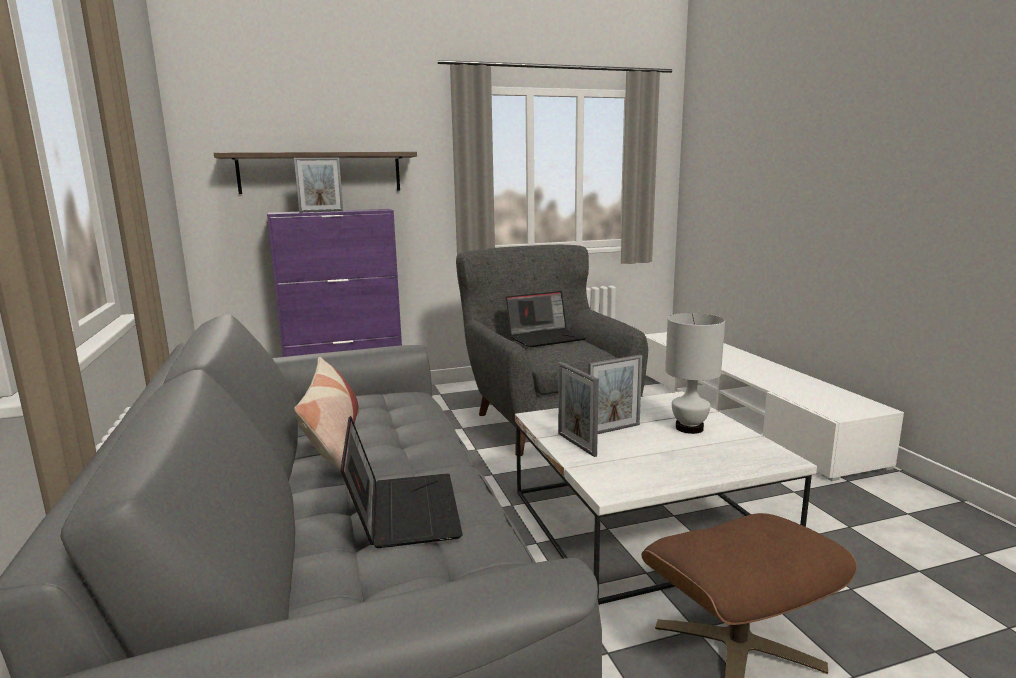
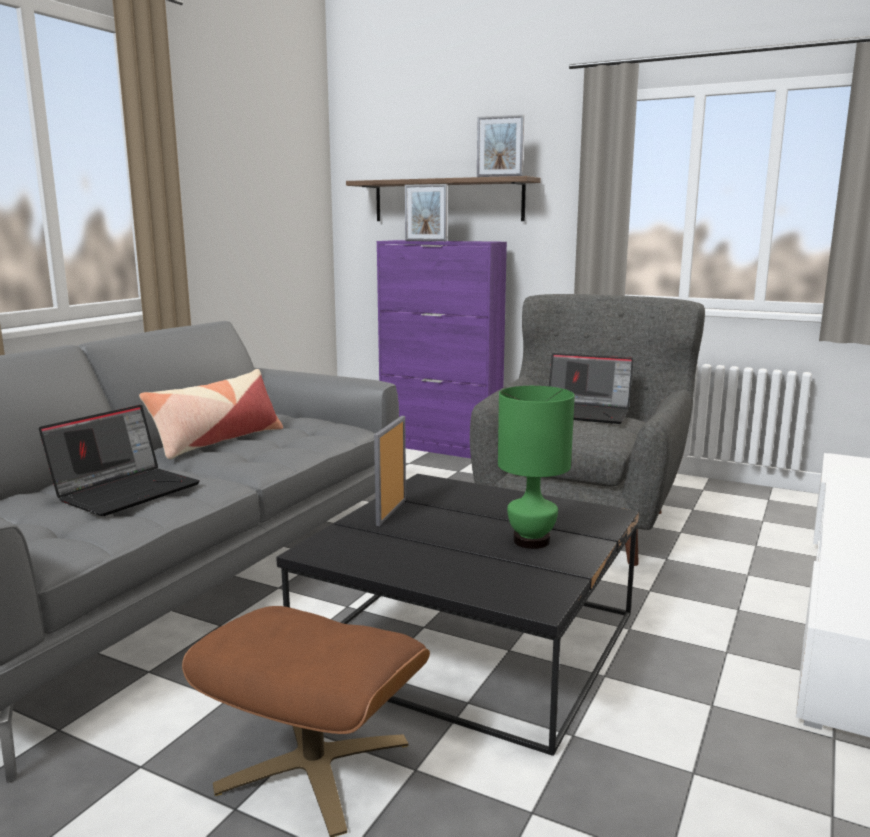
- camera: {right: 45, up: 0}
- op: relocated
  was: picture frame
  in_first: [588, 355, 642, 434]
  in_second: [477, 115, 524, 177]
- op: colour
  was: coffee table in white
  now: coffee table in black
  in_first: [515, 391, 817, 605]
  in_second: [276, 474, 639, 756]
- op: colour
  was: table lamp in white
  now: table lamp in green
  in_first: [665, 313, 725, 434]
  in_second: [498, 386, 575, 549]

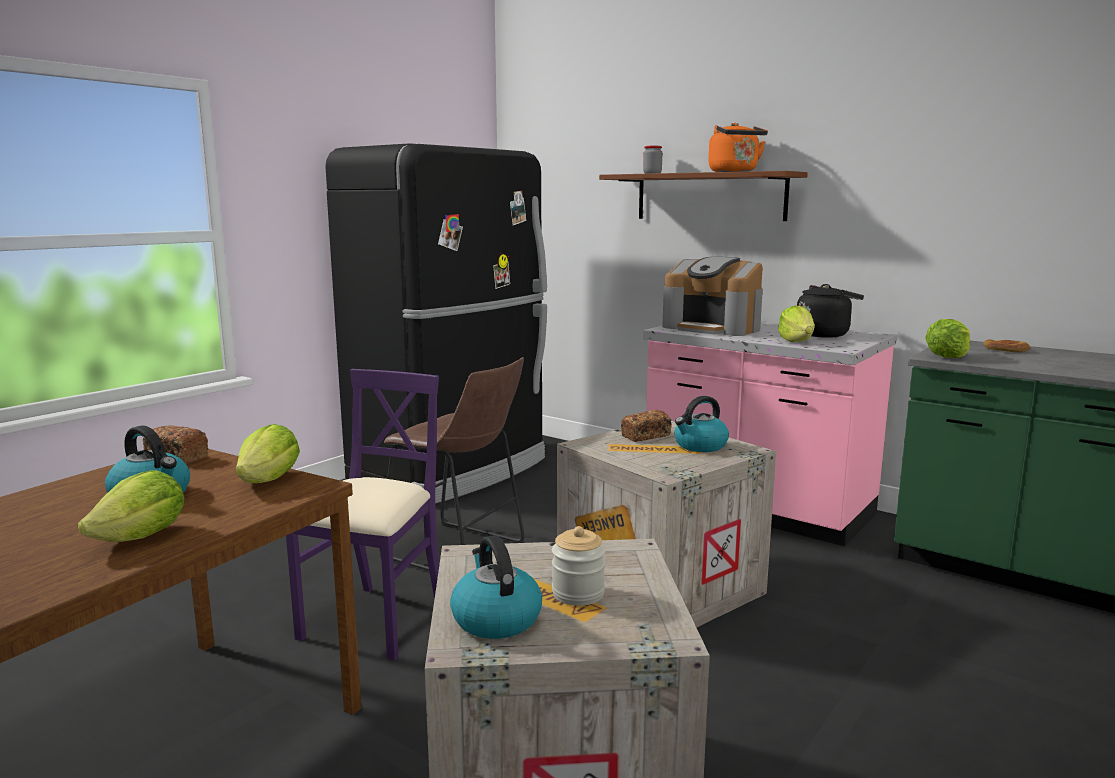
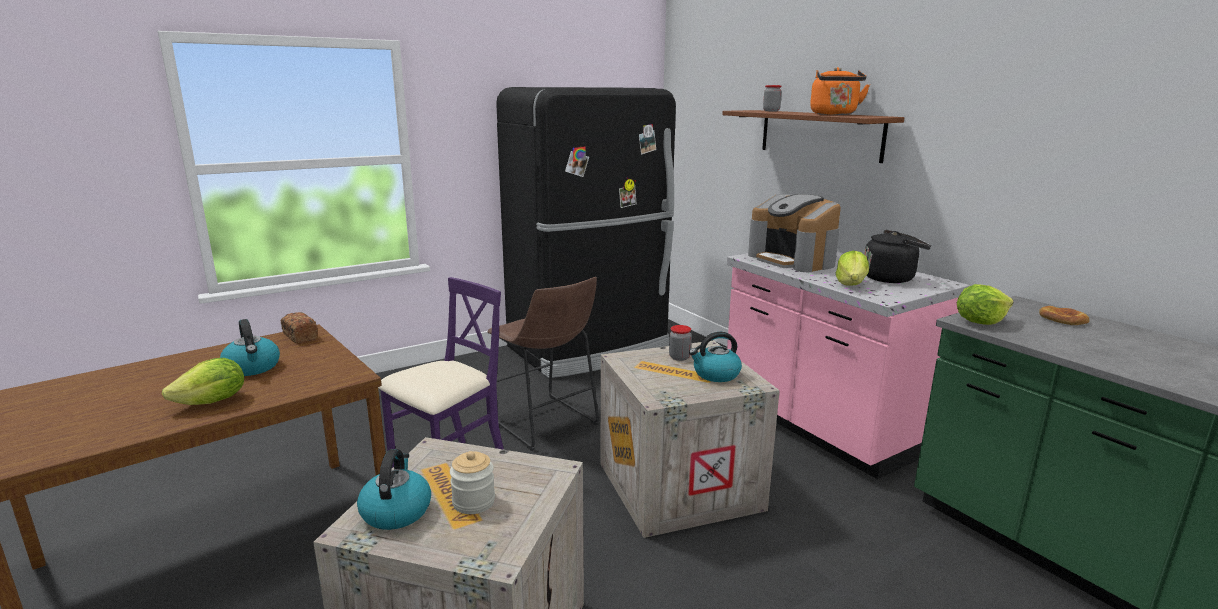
- camera: {right: 20, up: 5}
- op: missing
  was: lettuce
  in_first: [236, 424, 300, 483]
- op: exchanged
  was: bread
  now: jar
  in_first: [621, 410, 672, 442]
  in_second: [669, 325, 692, 361]

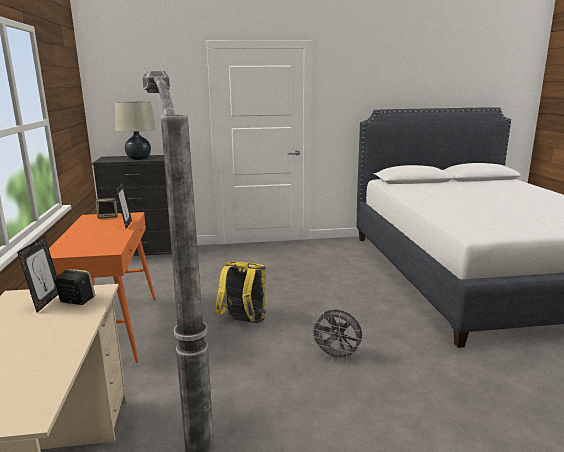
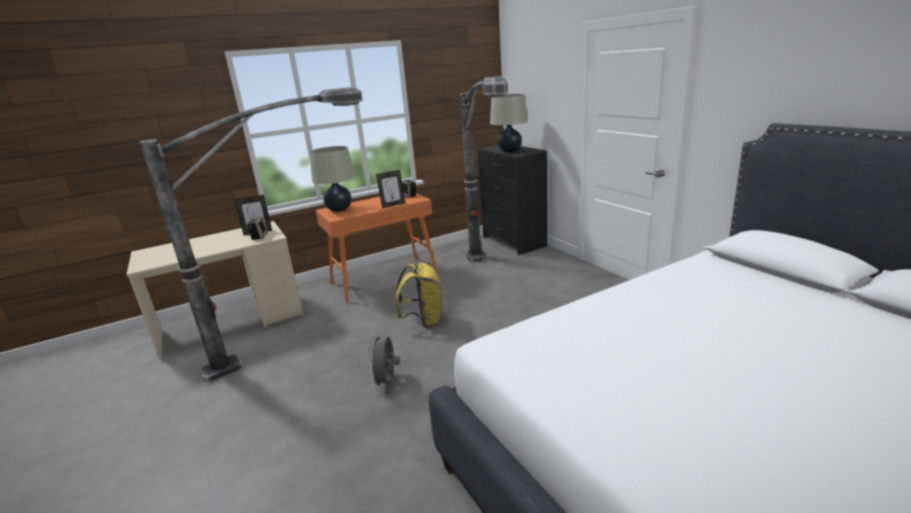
- camera: {right: 70, up: 5}
- op: appeared
  now: table lamp in beige
  in_second: [309, 146, 356, 212]
- op: appeared
  now: floor lamp
  in_second: [460, 76, 508, 262]

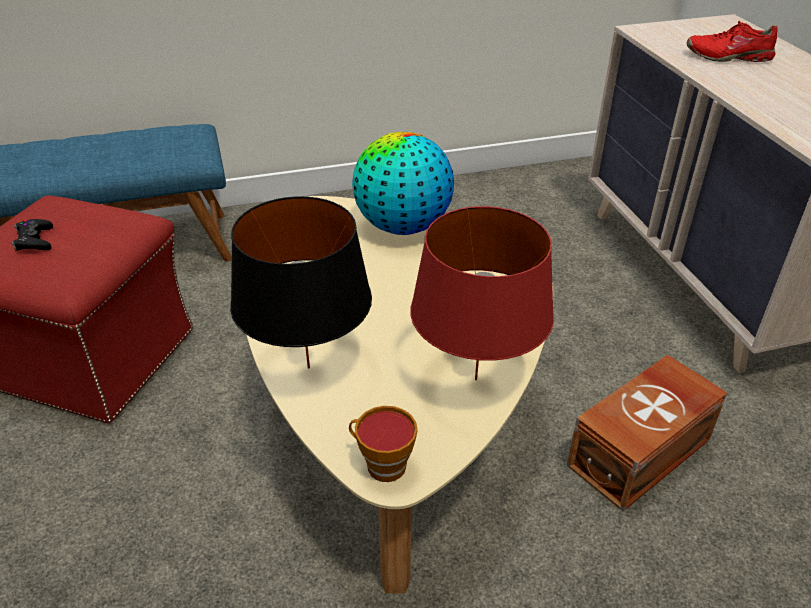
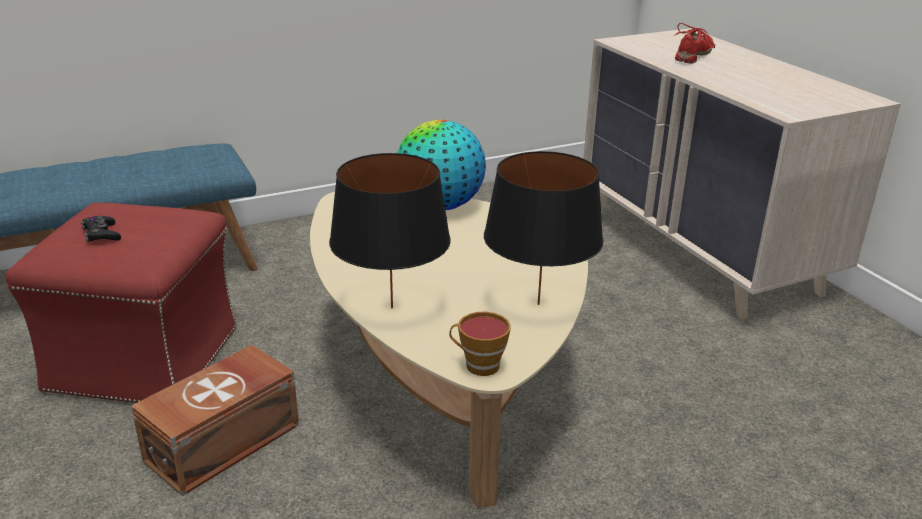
- camera: {right: -10, up: -10}
- op: relocated
  was: storage box in brown
  in_first: [567, 355, 728, 511]
  in_second: [131, 345, 299, 496]
- op: colour
  was: table lamp in red
  now: table lamp in black
  in_first: [410, 206, 554, 380]
  in_second: [484, 151, 603, 305]
- op: spun
  was: shoe in red
  in_first: [687, 21, 778, 62]
  in_second: [675, 23, 716, 64]
  clockwise: 120

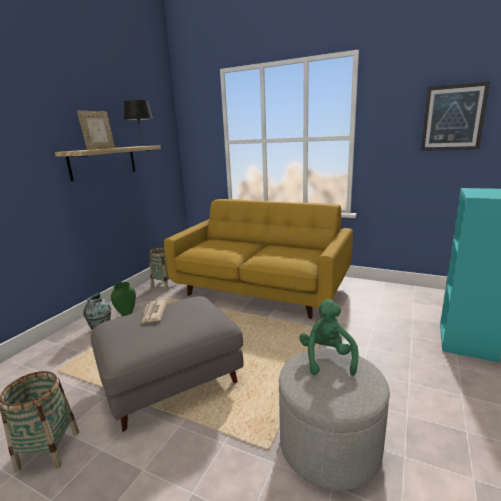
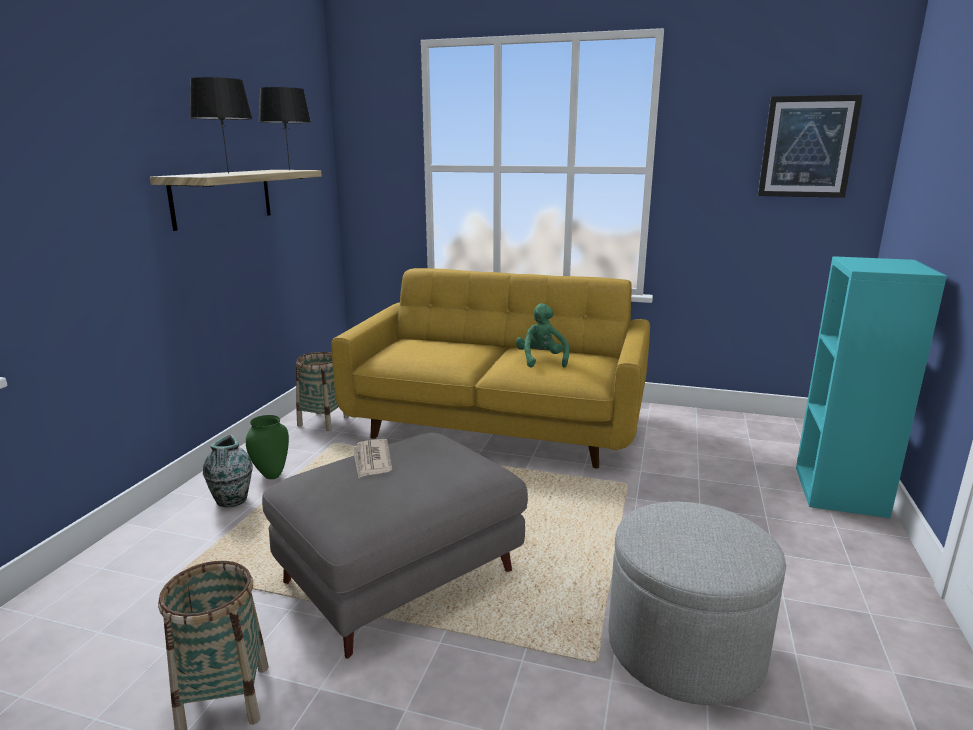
- camera: {right: -10, up: 0}
- op: relocated
  was: plush toy in green
  in_first: [299, 299, 359, 376]
  in_second: [516, 303, 569, 368]
- op: exchanged
  was: picture frame
  now: table lamp in black
  in_first: [77, 111, 115, 150]
  in_second: [190, 77, 252, 174]

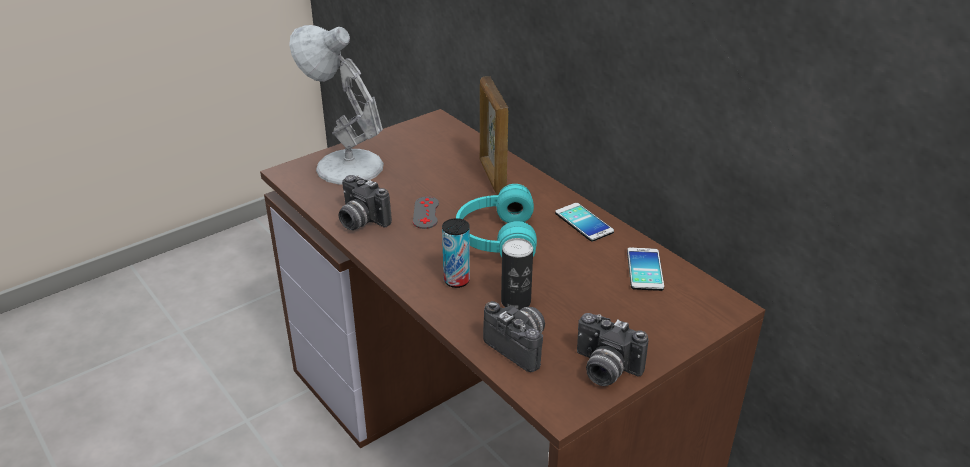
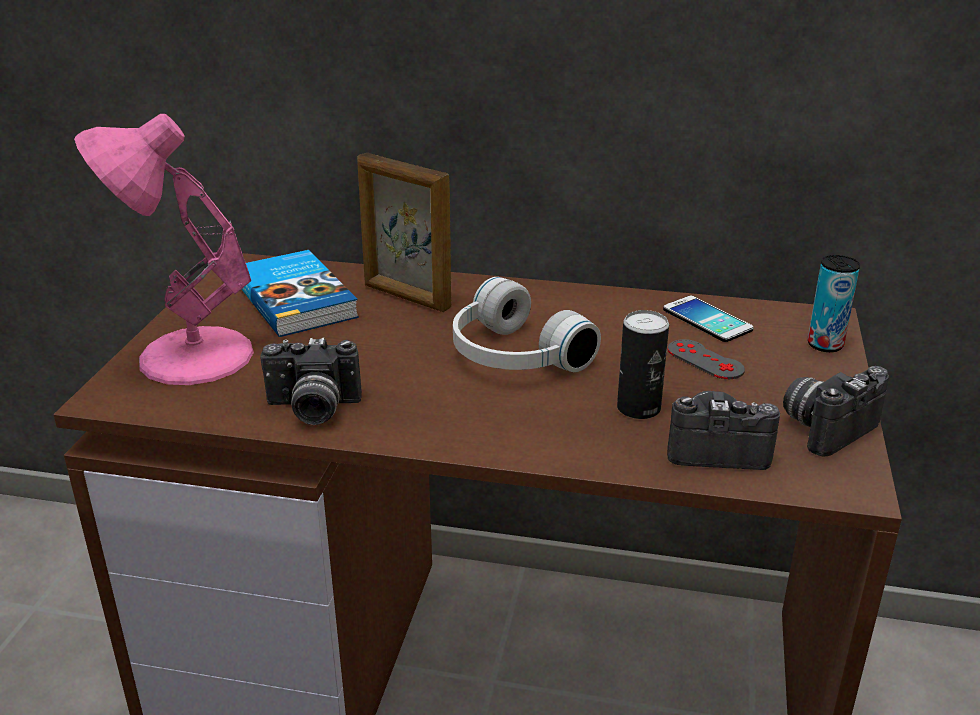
- camera: {right: -40, up: -5}
- op: missing
  was: phone
  in_first: [555, 203, 614, 242]
- op: appeared
  now: book
  in_second: [241, 250, 359, 337]
- op: relocated
  was: game controller in grey
  in_first: [413, 196, 439, 229]
  in_second: [668, 339, 745, 379]
- op: relocated
  was: can
  in_first: [442, 218, 470, 288]
  in_second: [808, 255, 860, 352]
- op: colour
  was: table lamp in white
  now: table lamp in pink
  in_first: [289, 25, 384, 185]
  in_second: [74, 114, 254, 385]
- op: colour
  was: headphones in turquoise
  now: headphones in white
  in_first: [456, 184, 537, 257]
  in_second: [453, 277, 601, 372]
- op: spun
  was: photo camera
  in_first: [577, 313, 649, 386]
  in_second: [783, 366, 889, 456]
  clockwise: 150

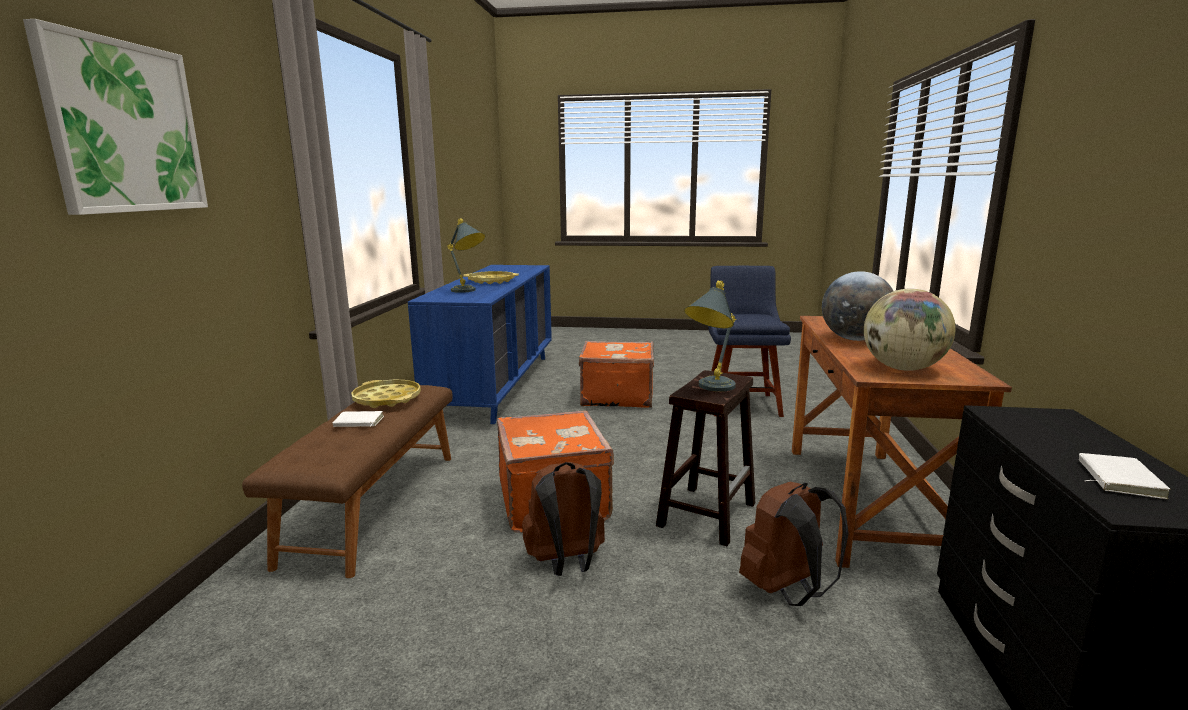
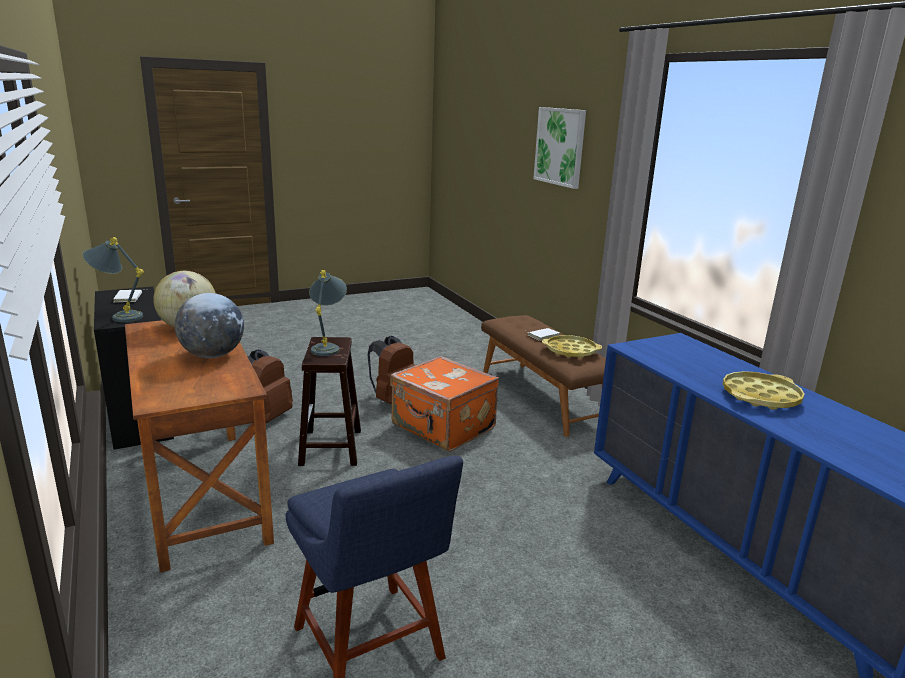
- camera: {right: 145, up: 5}
- op: missing
  was: suitcase in orange
  in_first: [579, 341, 654, 408]
- op: relocated
  was: table lamp in grey
  in_first: [448, 218, 485, 293]
  in_second: [82, 237, 144, 322]

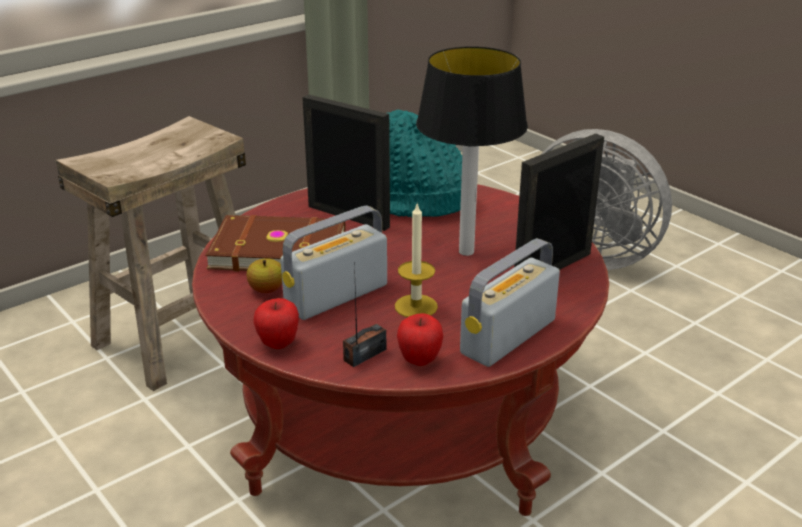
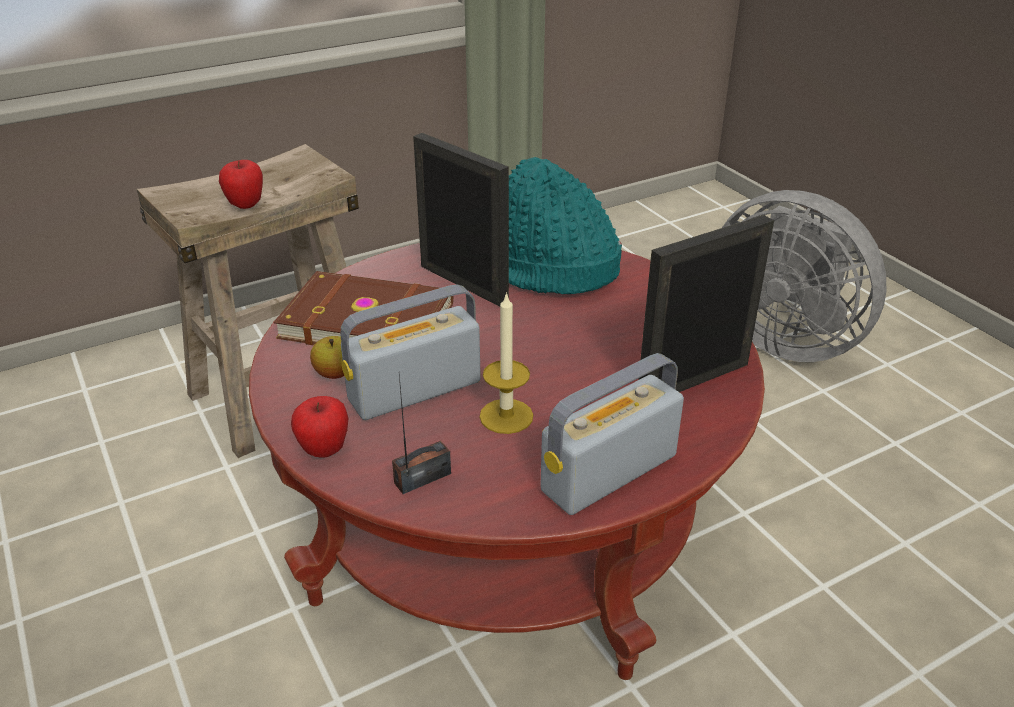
- camera: {right: 10, up: 5}
- op: missing
  was: table lamp
  in_first: [416, 46, 528, 256]
- op: relocated
  was: apple
  in_first: [397, 313, 443, 366]
  in_second: [219, 160, 263, 209]

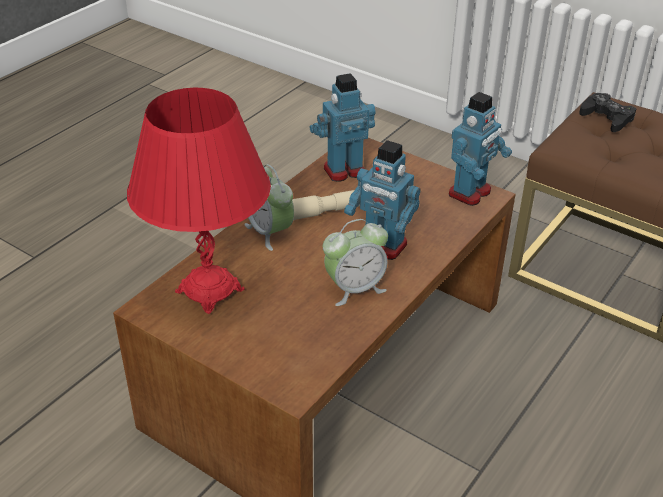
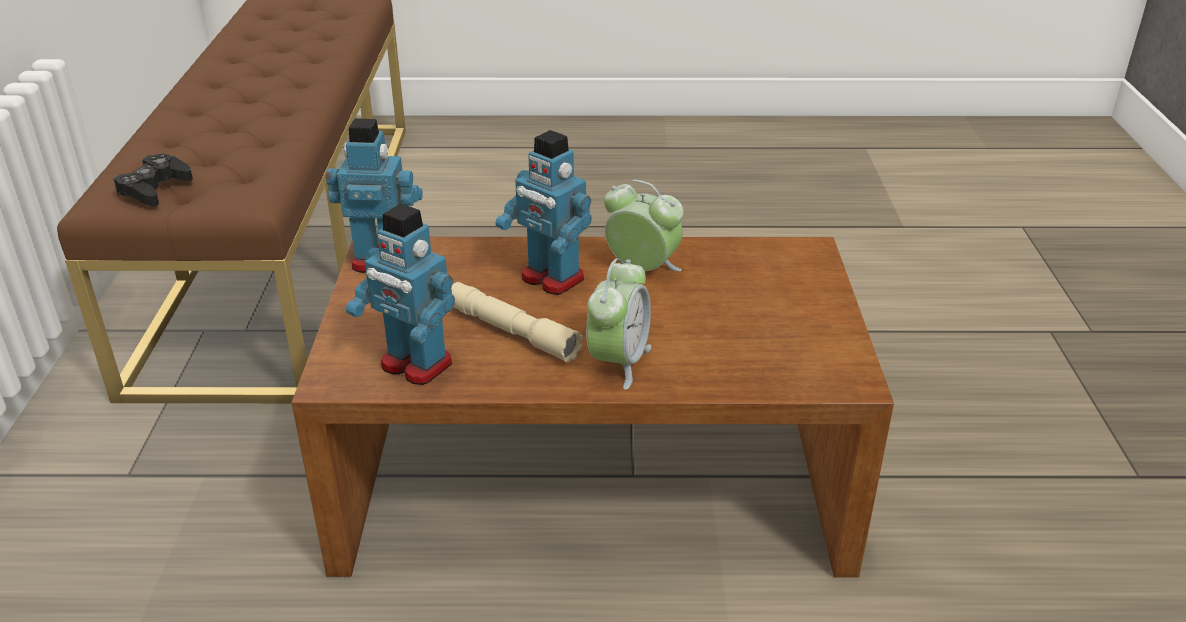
- camera: {right: -125, up: -5}
- op: missing
  was: table lamp in red
  in_first: [127, 88, 271, 314]
- op: spun
  was: toy robot
  in_first: [344, 140, 421, 260]
  in_second: [496, 130, 592, 295]
  clockwise: 135

